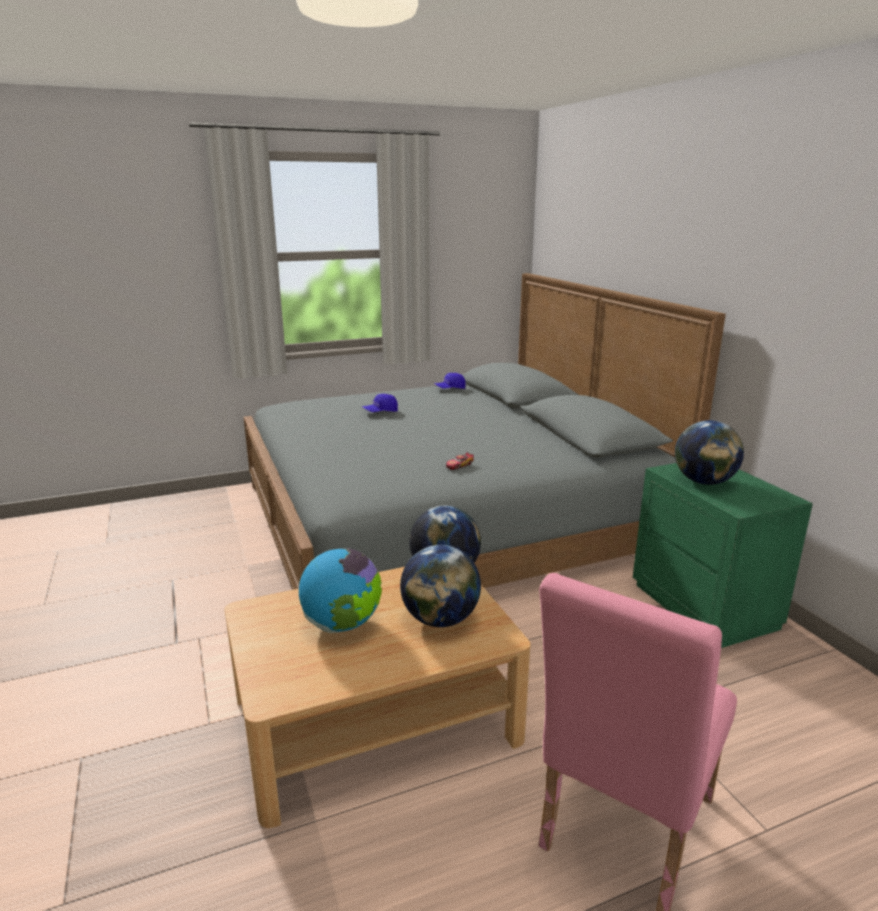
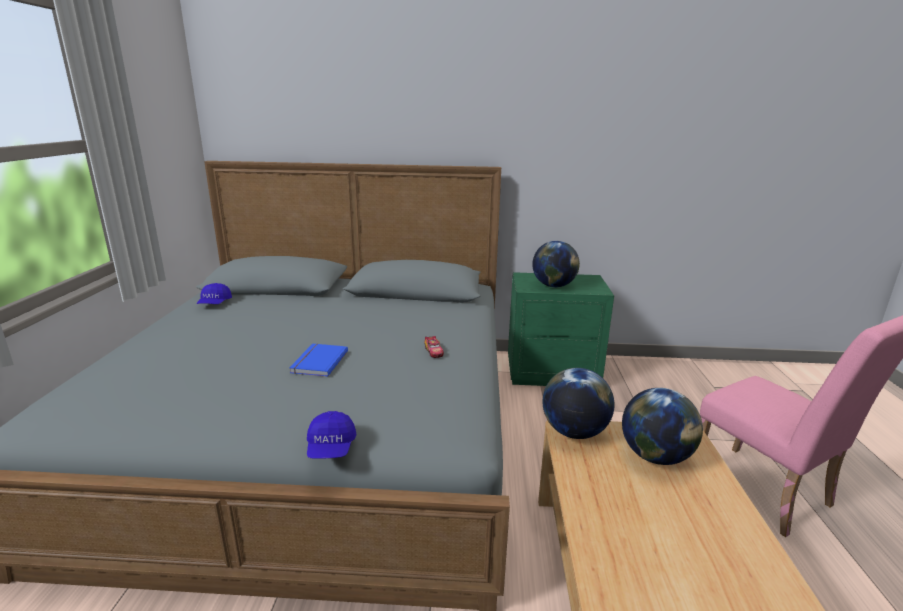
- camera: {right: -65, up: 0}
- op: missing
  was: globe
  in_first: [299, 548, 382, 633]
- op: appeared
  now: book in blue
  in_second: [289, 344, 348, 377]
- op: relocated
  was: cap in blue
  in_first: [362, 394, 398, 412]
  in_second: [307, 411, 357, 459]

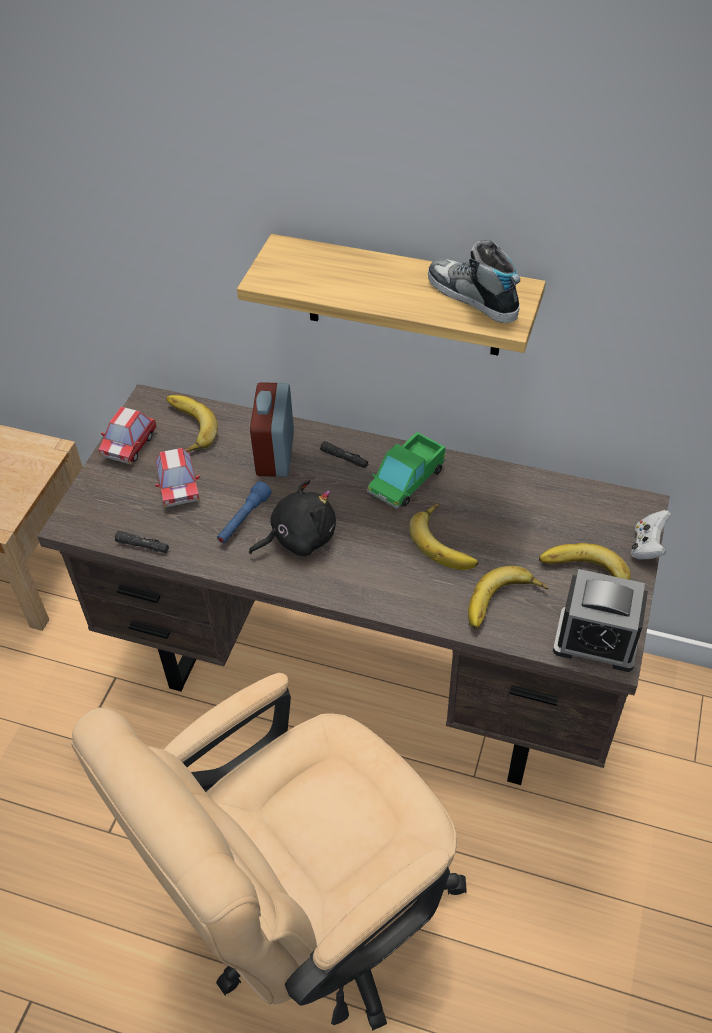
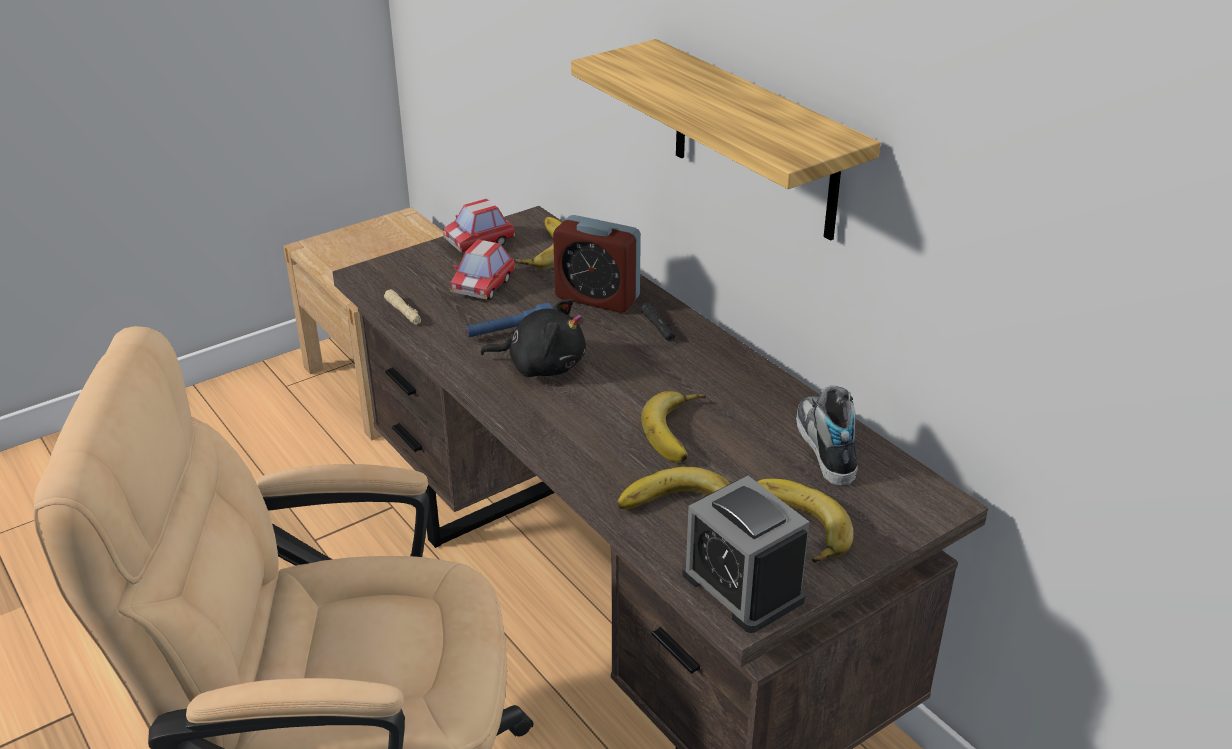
- camera: {right: 35, up: -15}
- op: missing
  was: toy truck
  in_first: [367, 432, 446, 509]
- op: missing
  was: game controller in white
  in_first: [631, 510, 671, 560]
- op: relocated
  was: shoe
  in_first: [428, 240, 520, 323]
  in_second: [796, 386, 858, 486]
- op: colour
  was: flashlight in black
  now: flashlight in beige
  in_first: [115, 531, 169, 553]
  in_second: [384, 289, 421, 325]
- op: spun
  was: alarm clock
  in_first: [250, 382, 294, 477]
  in_second: [553, 215, 641, 313]
  clockwise: -105

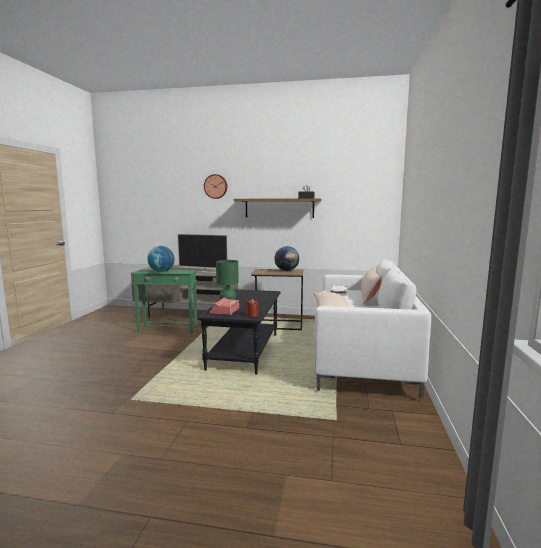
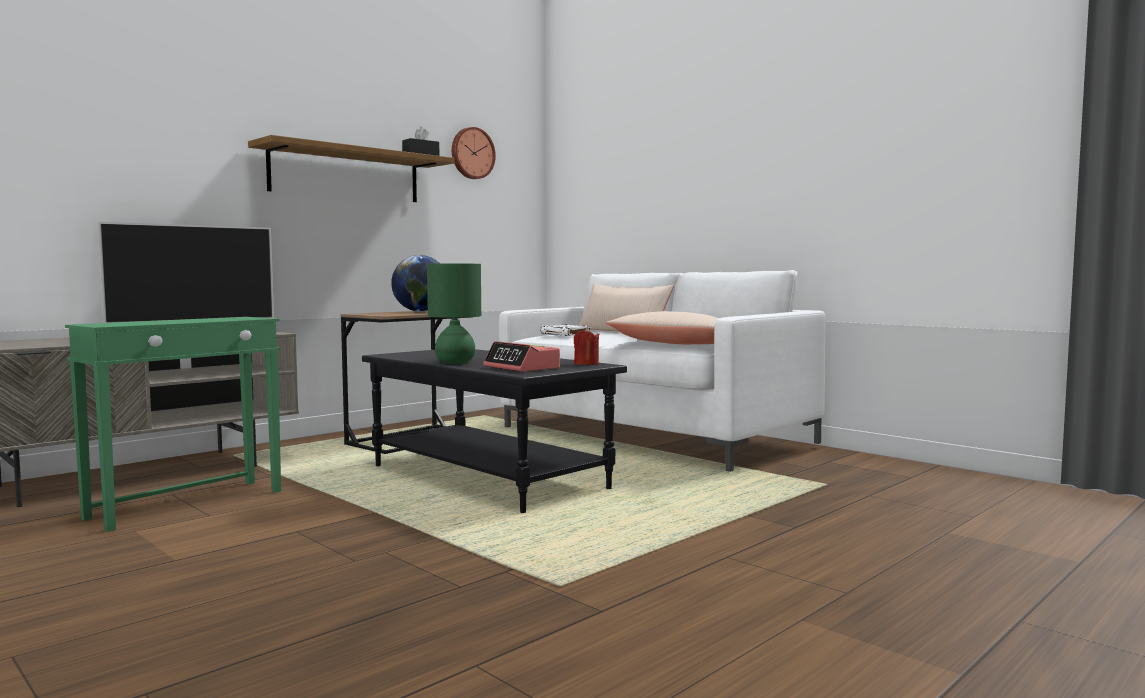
- camera: {right: -55, up: -5}
- op: missing
  was: globe
  in_first: [147, 246, 175, 272]
- op: relocated
  was: wall clock
  in_first: [204, 174, 227, 199]
  in_second: [452, 127, 496, 179]

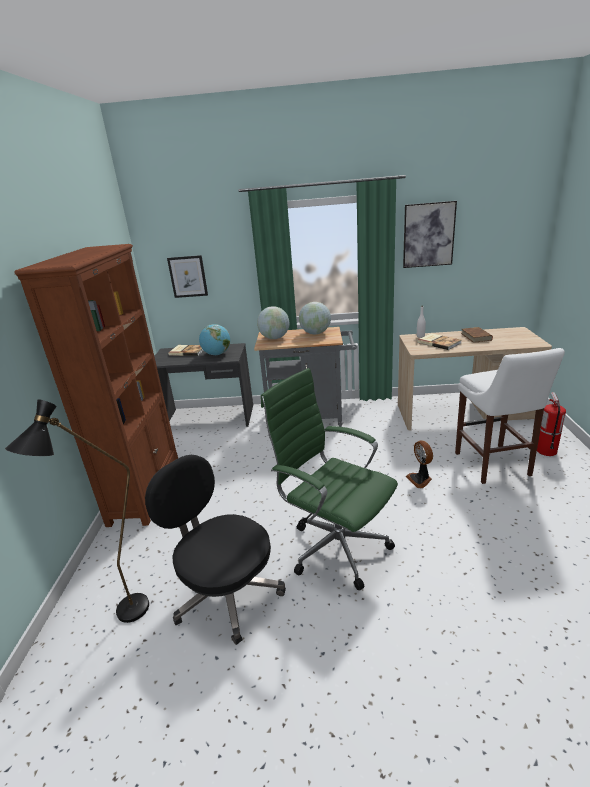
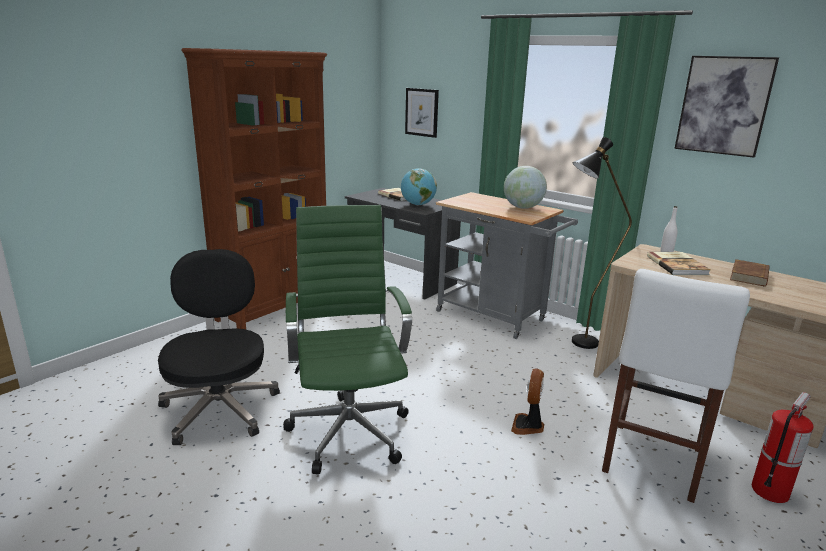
- camera: {right: 35, up: -5}
- op: missing
  was: globe
  in_first: [257, 306, 290, 339]
- op: relocated
  was: floor lamp in black
  in_first: [5, 399, 149, 623]
  in_second: [572, 137, 632, 349]

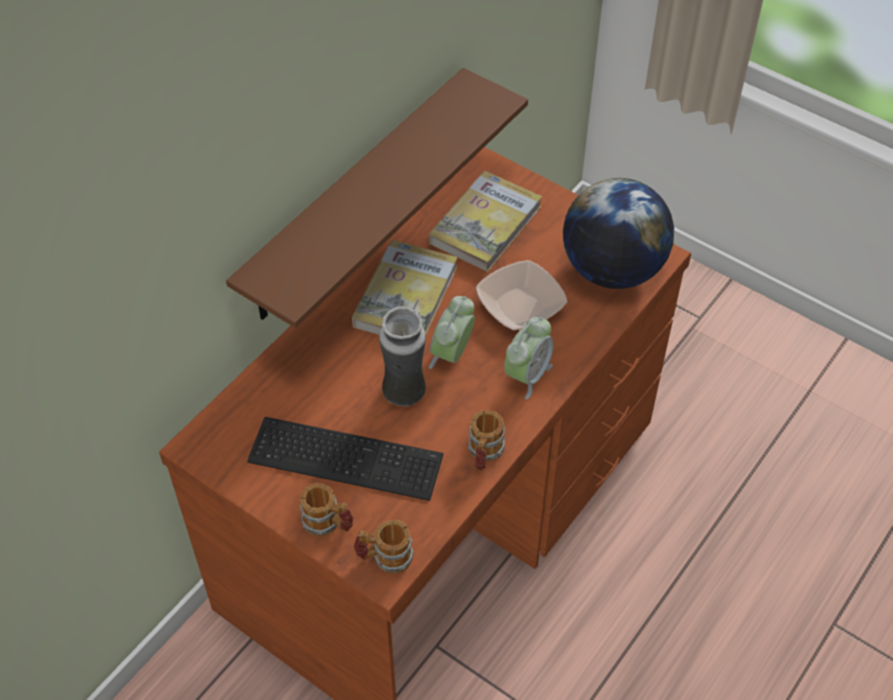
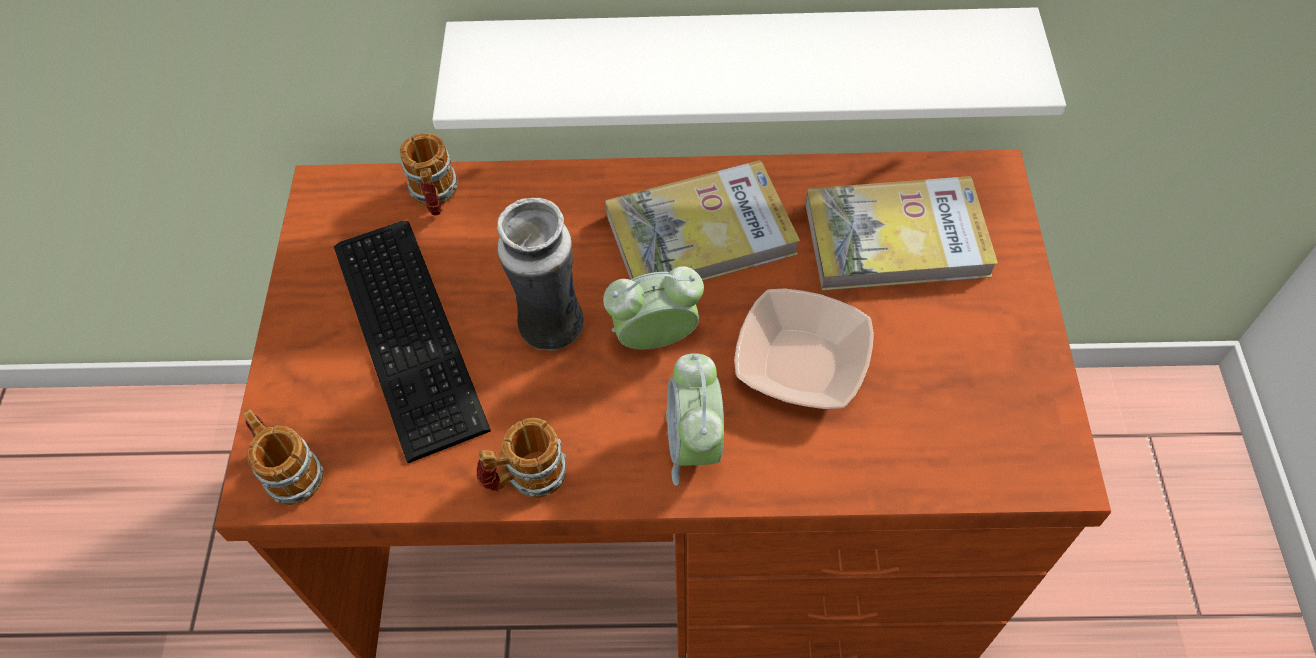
- camera: {right: 55, up: 5}
- op: missing
  was: globe
  in_first: [563, 178, 674, 289]
- op: relocated
  was: mug
  in_first: [300, 483, 354, 536]
  in_second: [400, 133, 458, 215]
- op: colour
  was: shelf in brown
  now: shelf in white
  in_first: [226, 68, 528, 328]
  in_second: [432, 7, 1066, 129]
- op: spun
  was: alarm clock
  in_first: [504, 317, 553, 399]
  in_second: [666, 353, 724, 486]
  clockwise: 90

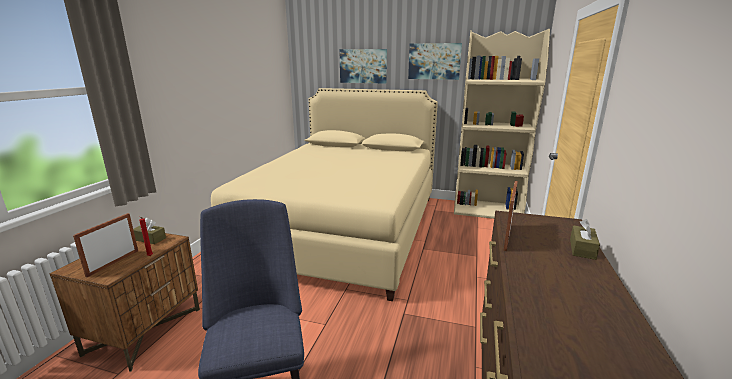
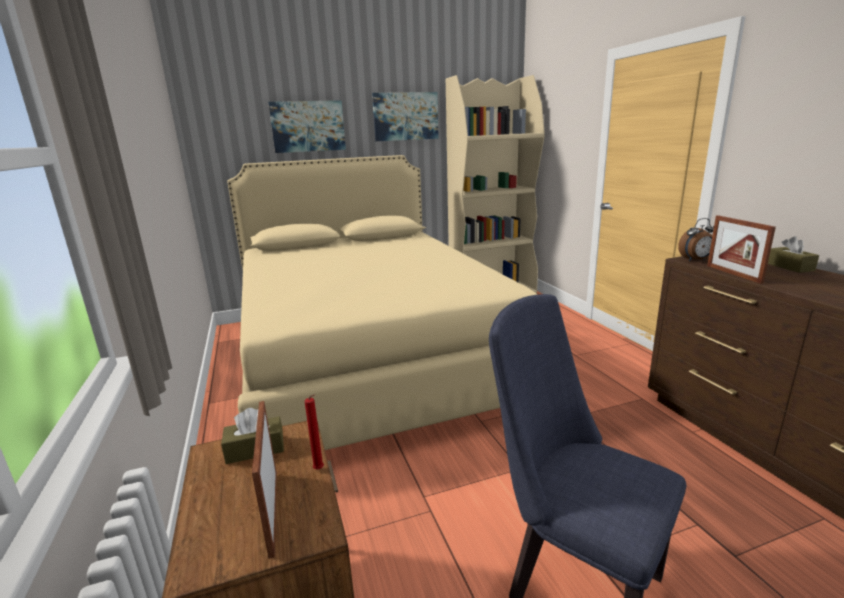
- camera: {right: -35, up: 0}
- op: appeared
  now: alarm clock
  in_second: [678, 218, 714, 262]

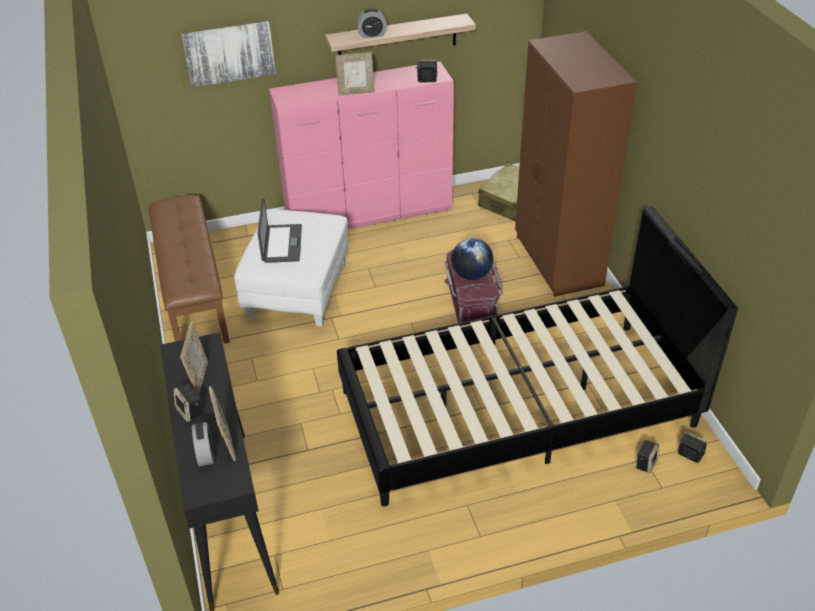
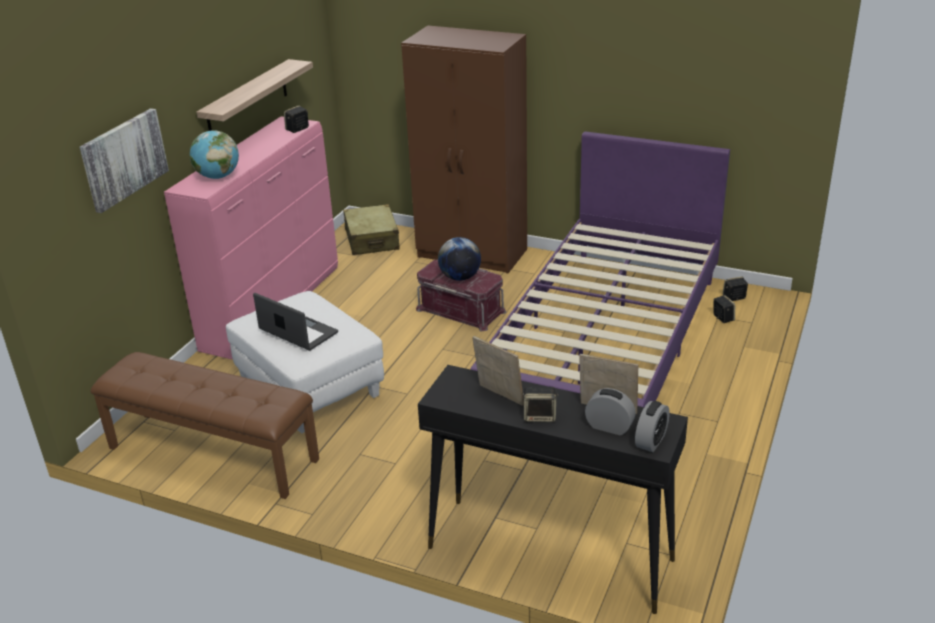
- camera: {right: -50, up: -10}
- op: missing
  was: picture frame
  in_first: [335, 52, 374, 95]
- op: appeared
  now: globe
  in_second: [190, 130, 239, 179]
- op: relocated
  was: alarm clock
  in_first: [357, 8, 387, 38]
  in_second: [635, 401, 670, 452]
- op: colour
  was: bed in black
  now: bed in purple
  in_first: [337, 207, 738, 506]
  in_second: [470, 131, 730, 407]

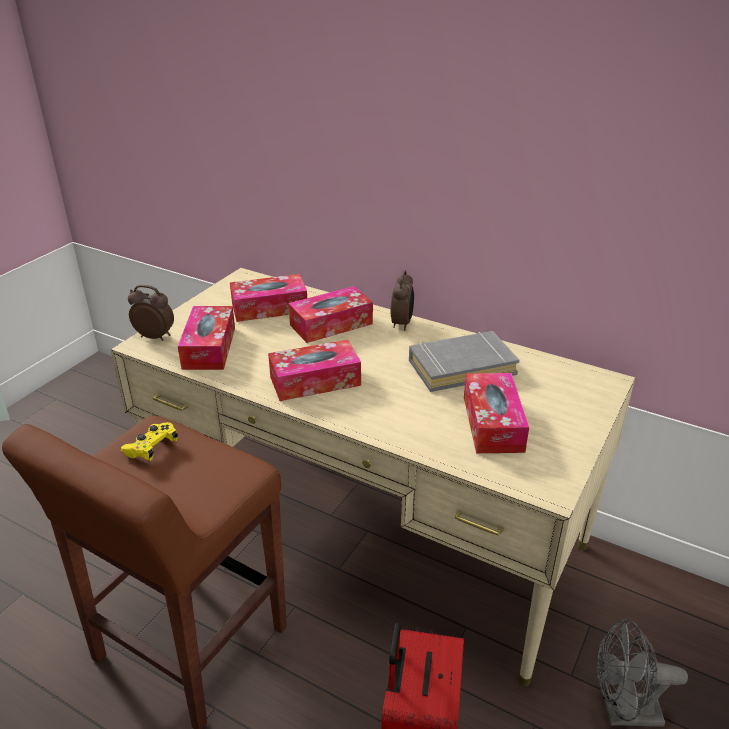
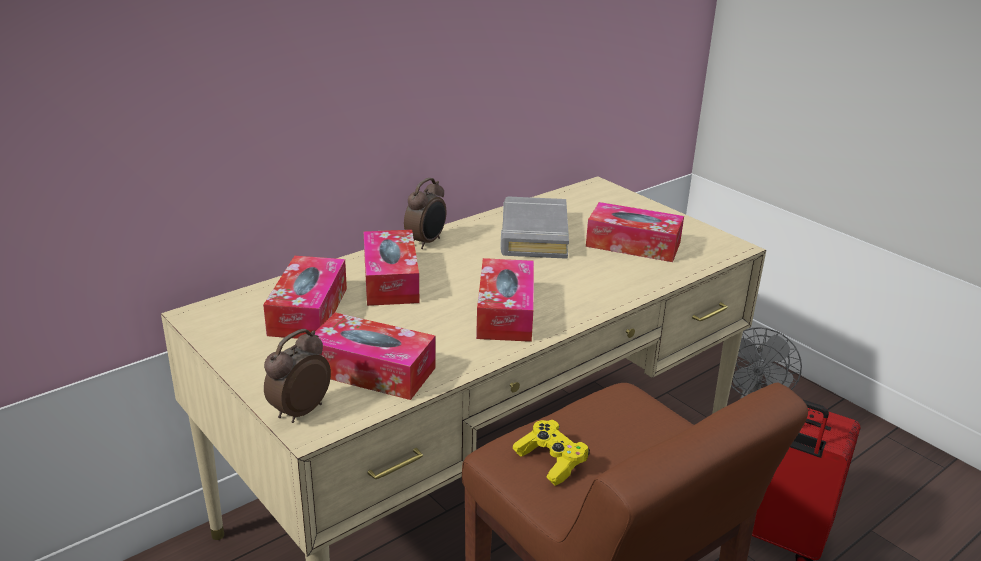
- camera: {right: -70, up: -5}
- op: spun
  was: alarm clock
  in_first: [391, 270, 414, 330]
  in_second: [404, 178, 446, 249]
  clockwise: 90

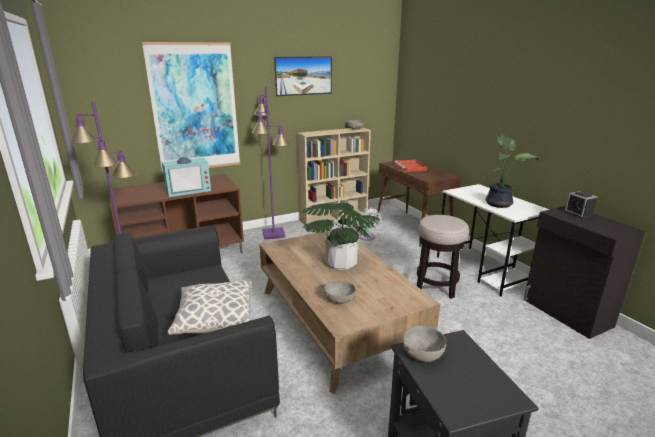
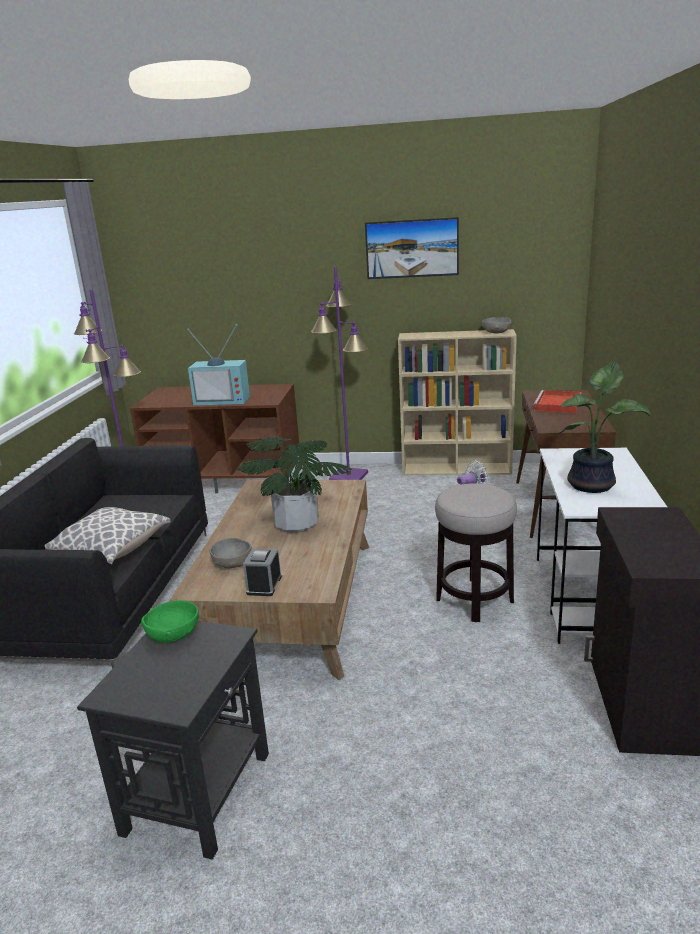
- camera: {right: 35, up: 0}
- op: missing
  was: picture
  in_first: [142, 42, 240, 173]
- op: relocated
  was: alarm clock
  in_first: [563, 191, 598, 219]
  in_second: [243, 548, 282, 596]
- op: colour
  was: bowl in grey
  now: bowl in green
  in_first: [403, 326, 447, 362]
  in_second: [141, 600, 199, 643]

